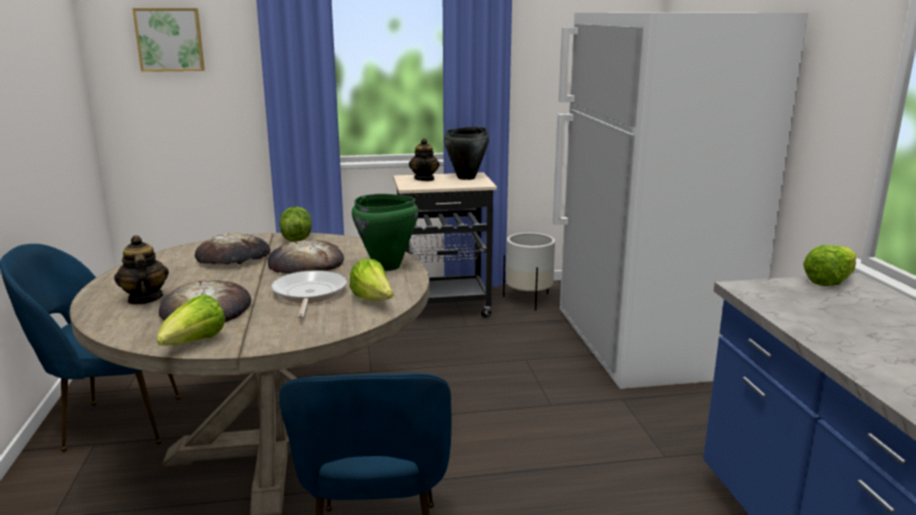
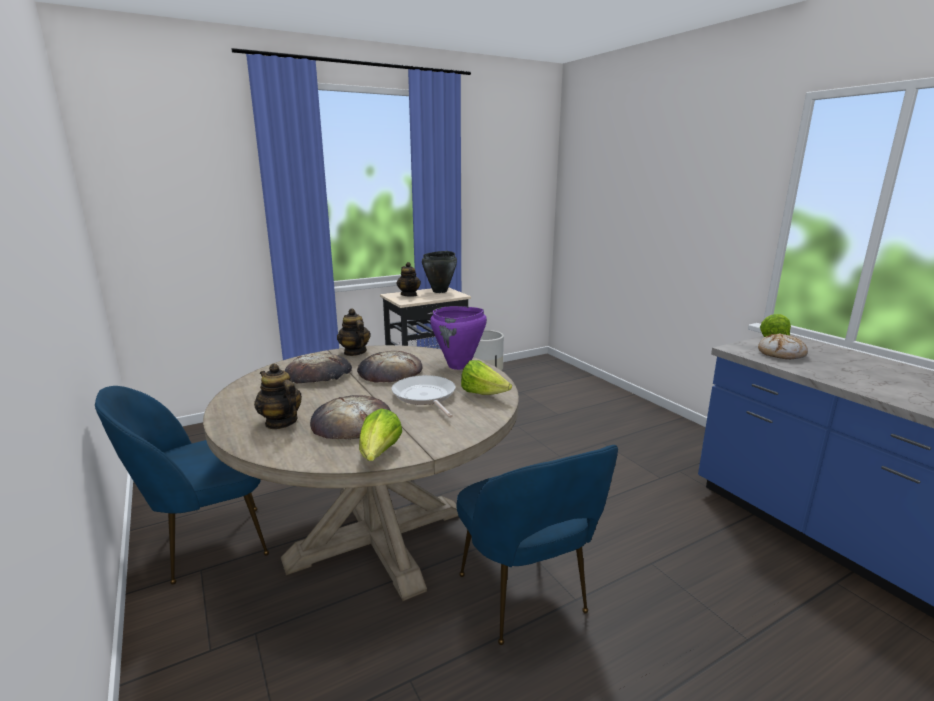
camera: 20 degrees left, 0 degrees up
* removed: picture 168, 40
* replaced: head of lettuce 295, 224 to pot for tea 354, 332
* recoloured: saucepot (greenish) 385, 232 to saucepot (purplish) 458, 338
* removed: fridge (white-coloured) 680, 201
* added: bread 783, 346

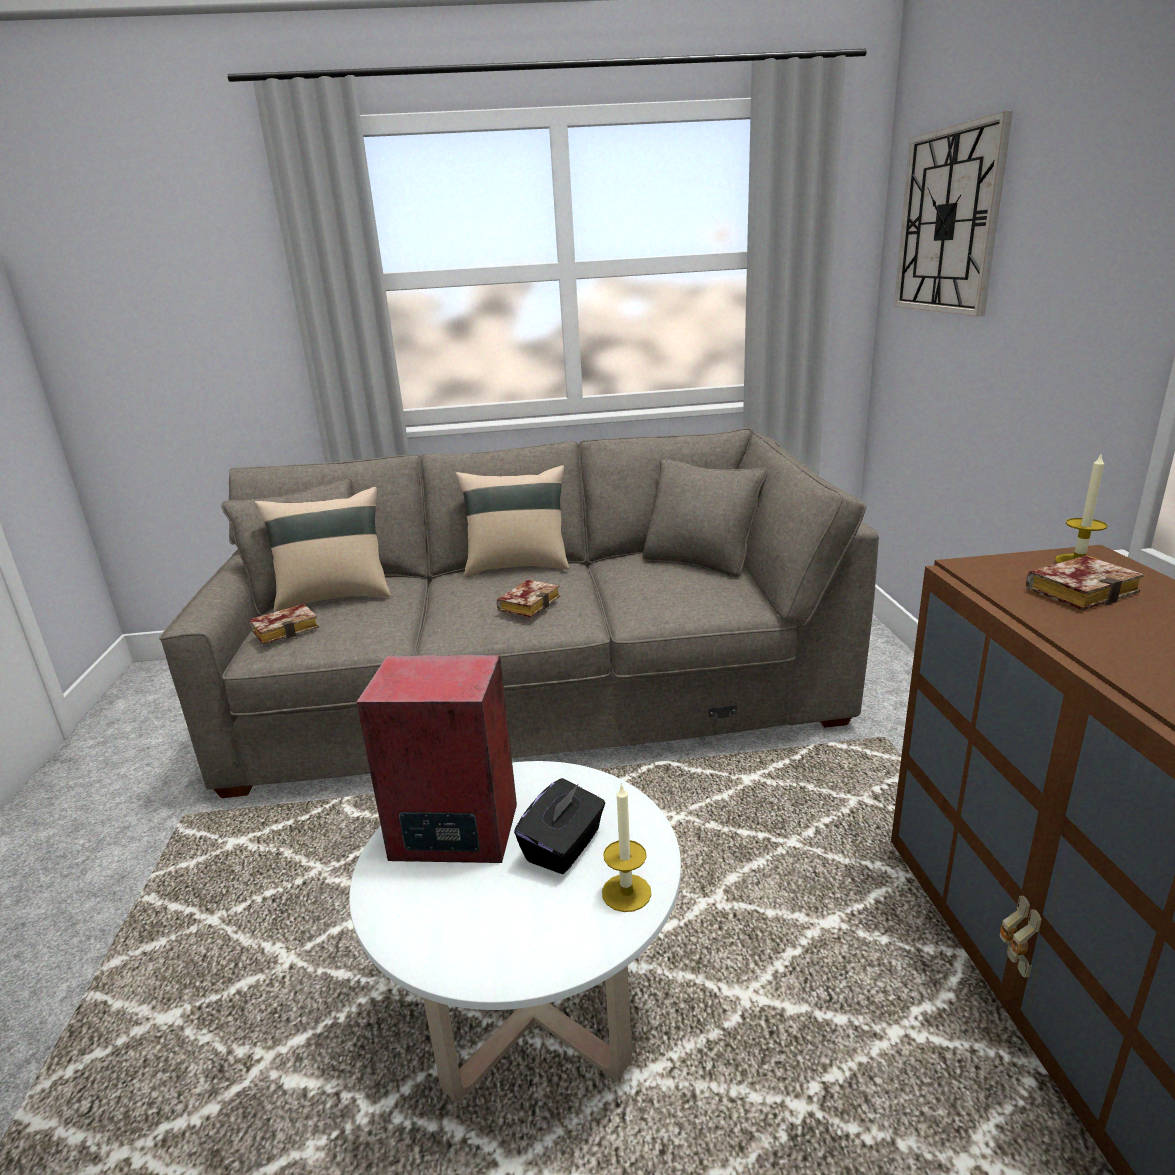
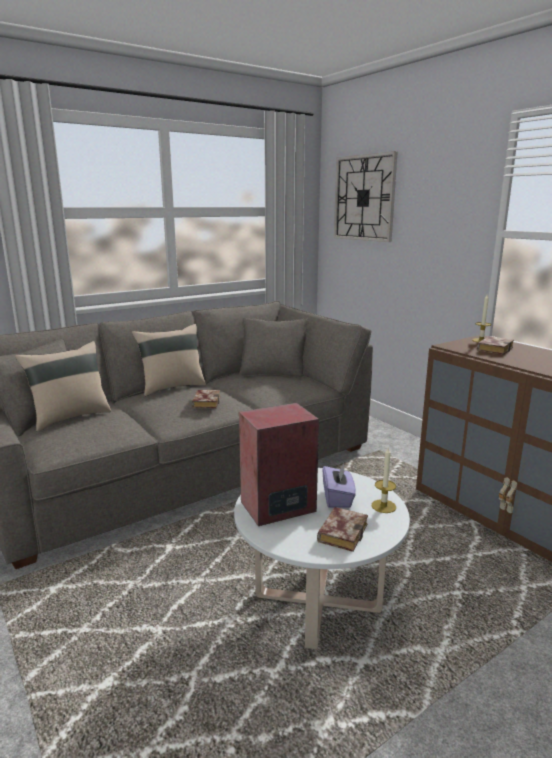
camera: 30 degrees left, 5 degrees down
* moved: volume 284, 624 to 342, 529
* recoloured: tissue box (black) 559, 826 to tissue box (purplish) 339, 485

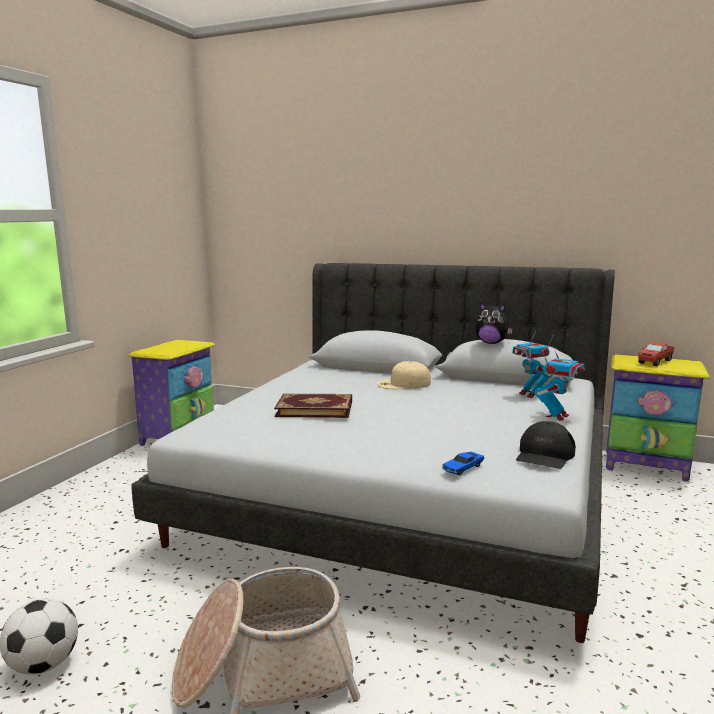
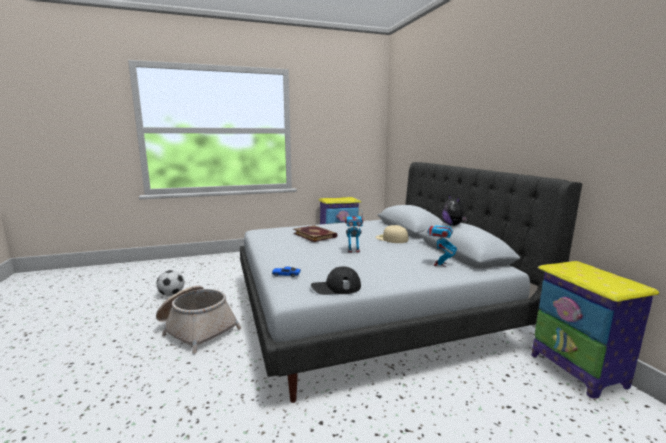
camera: 50 degrees right, 0 degrees up
* moved: toy robot 559, 383 to 354, 230
* removed: toy truck 656, 354

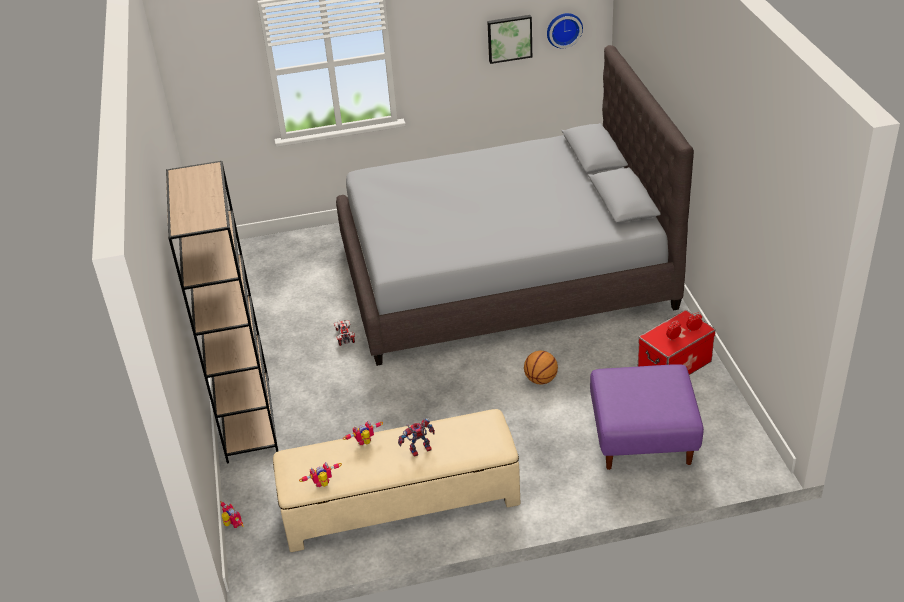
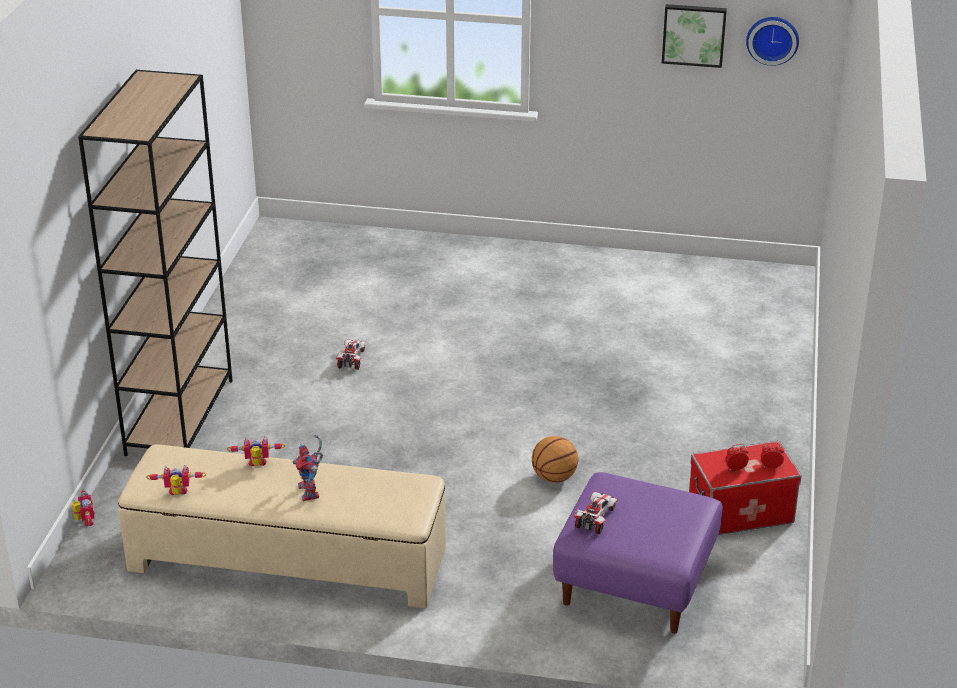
camera: 20 degrees right, 5 degrees down
* removed: bed (greyish) 515, 205
* turned: toy robot 416, 437 = 308, 468 105 degrees counterclockwise
* added: model car 596, 513

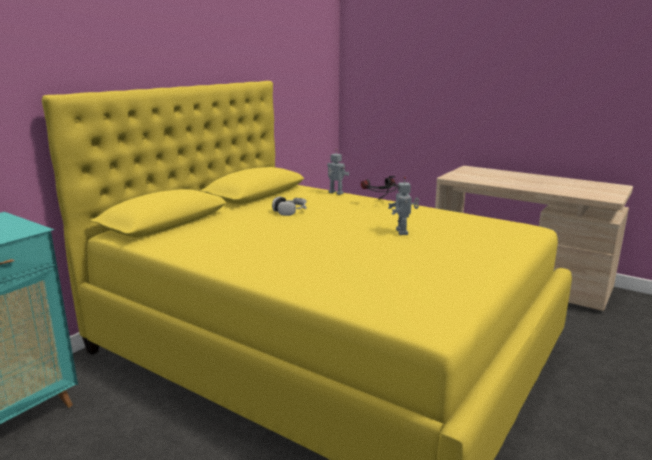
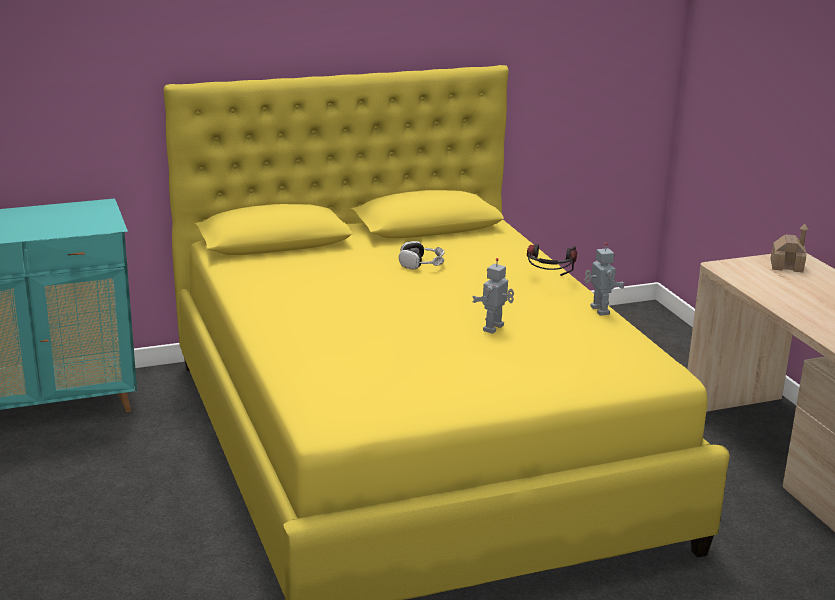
camera: 35 degrees right, 5 degrees up
* moved: toy robot 338, 172 to 604, 279
* added: miniature house 789, 248

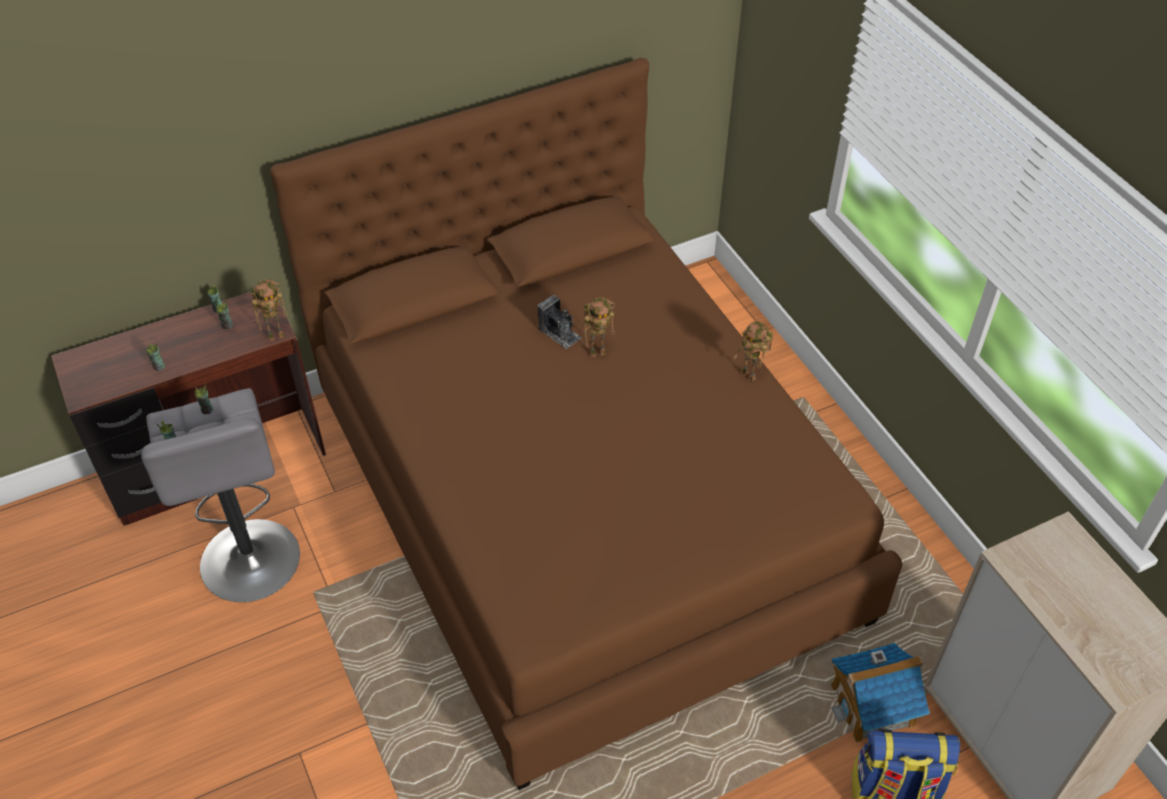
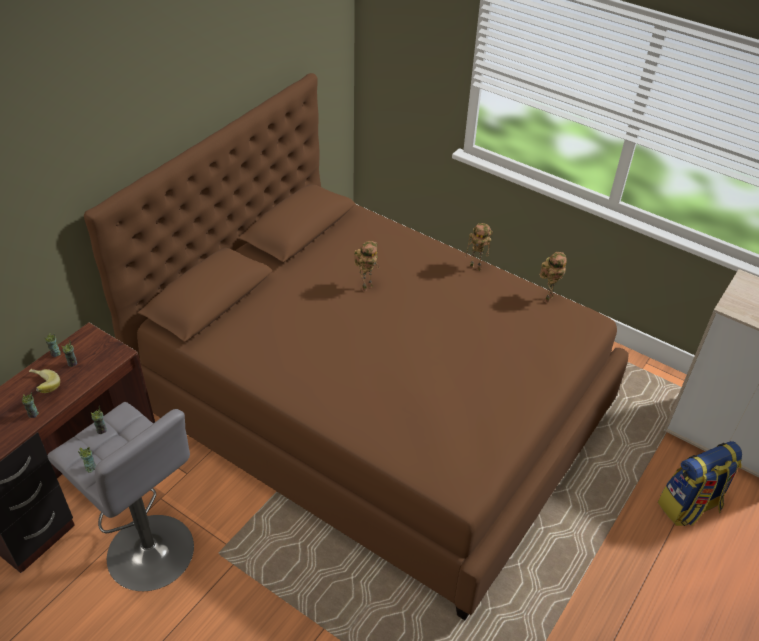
camera: 30 degrees left, 5 degrees down
* moved: toy robot 269, 310 to 553, 277
* removed: photo camera 559, 322
* removed: miniature house 880, 693
* added: banana fruit 44, 381

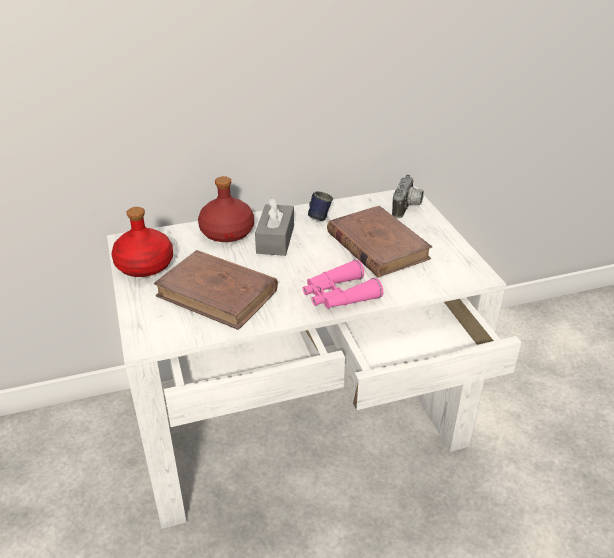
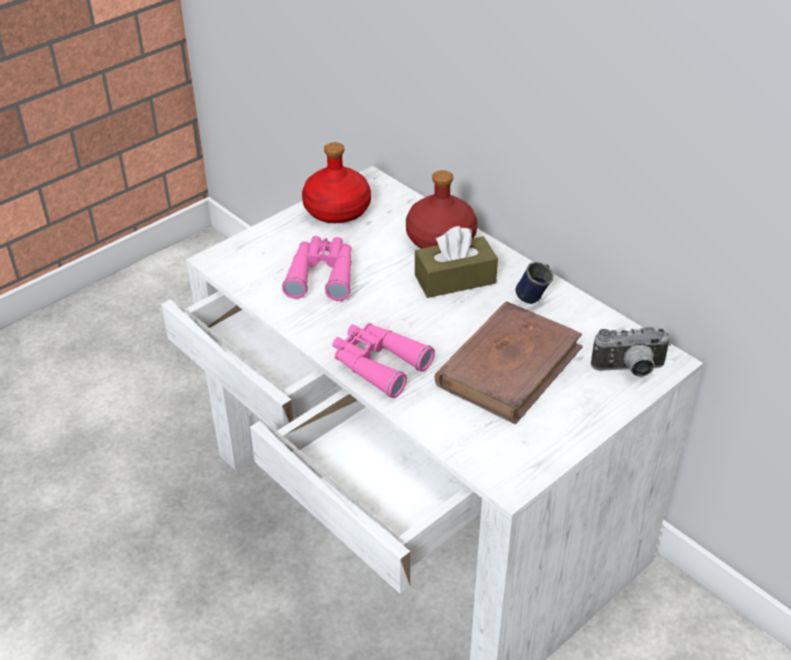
camera: 65 degrees right, 5 degrees up
* replaced: volume (brown) 216, 290 to pair of binoculars (pink) 317, 268
* recoloured: tissue box (greyish) 274, 226 to tissue box (brown) 456, 262

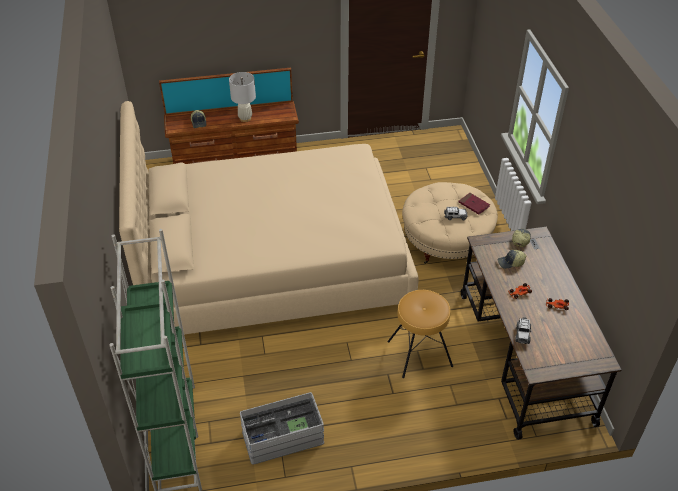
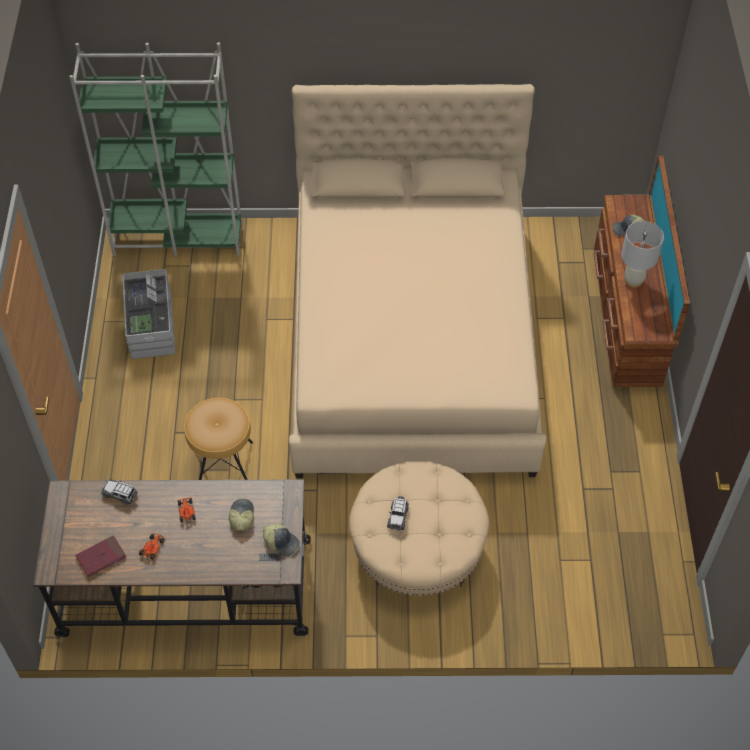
camera: 100 degrees right, 10 degrees up
* moved: volume (red) 474, 204 to 100, 556

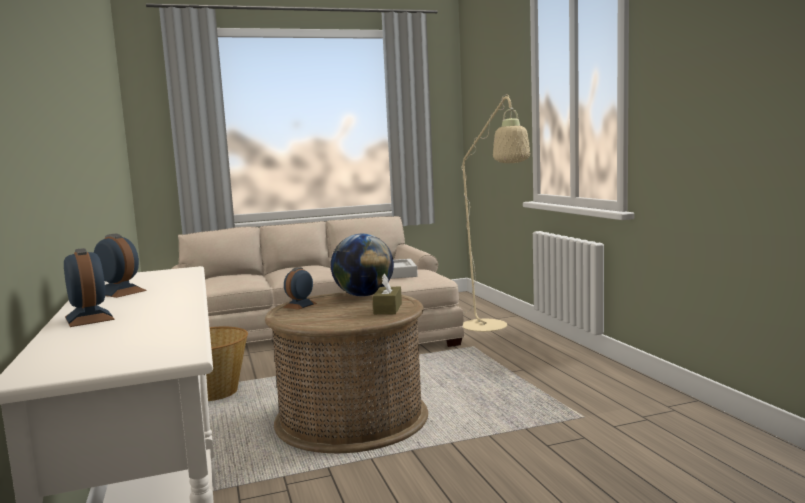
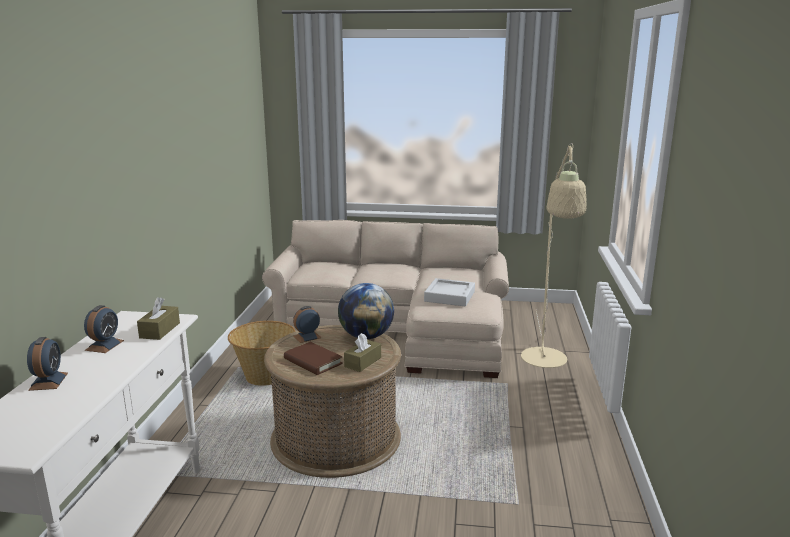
camera: 25 degrees right, 10 degrees up
* turned: bedside clock 120, 266 = 104, 329 45 degrees clockwise
* added: tissue box (brown) 158, 318
* added: volume (brown) 313, 358

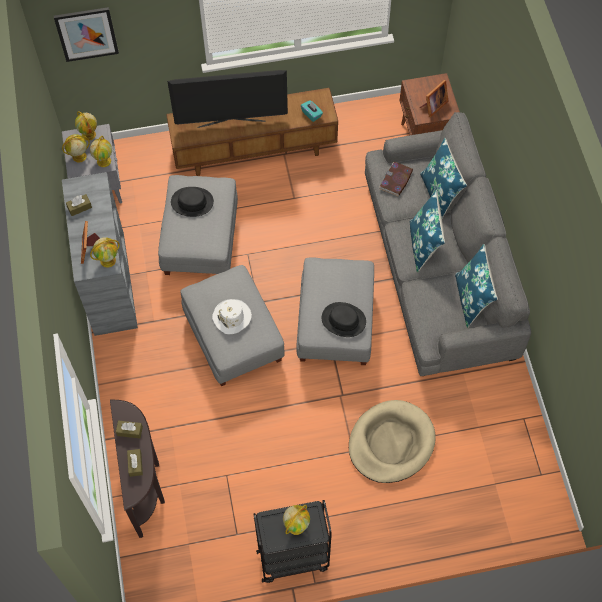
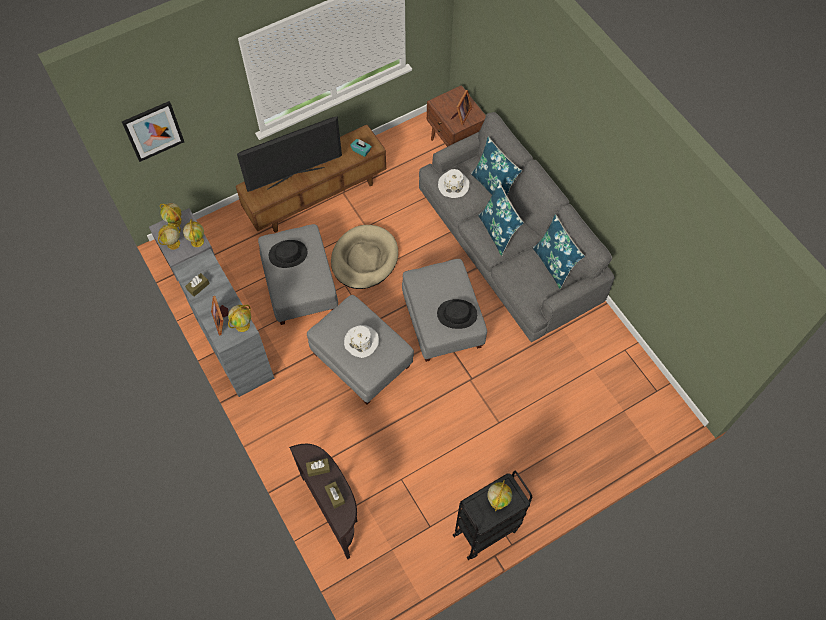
camera: 20 degrees left, 0 degrees up
* moved: dog bed (beige-coloured) 392, 441 to 364, 257
* replaced: volume 396, 179 to wearable hat (white-coloured) 453, 183

